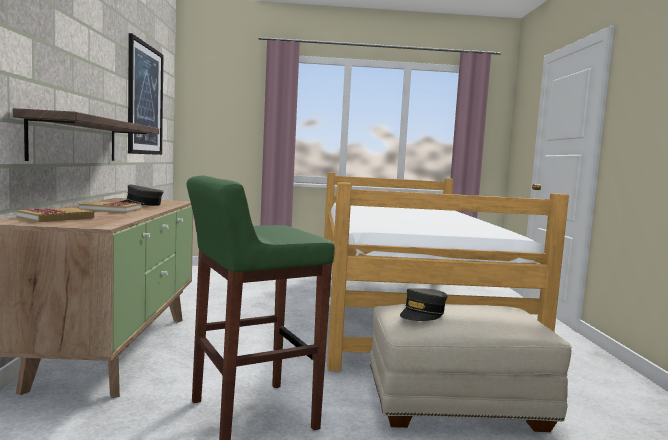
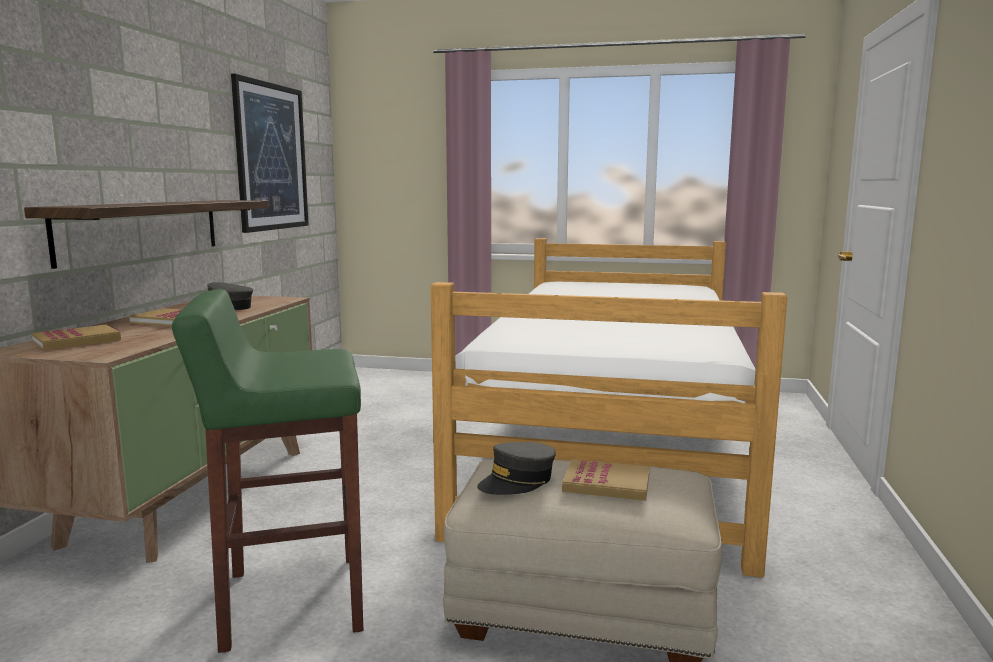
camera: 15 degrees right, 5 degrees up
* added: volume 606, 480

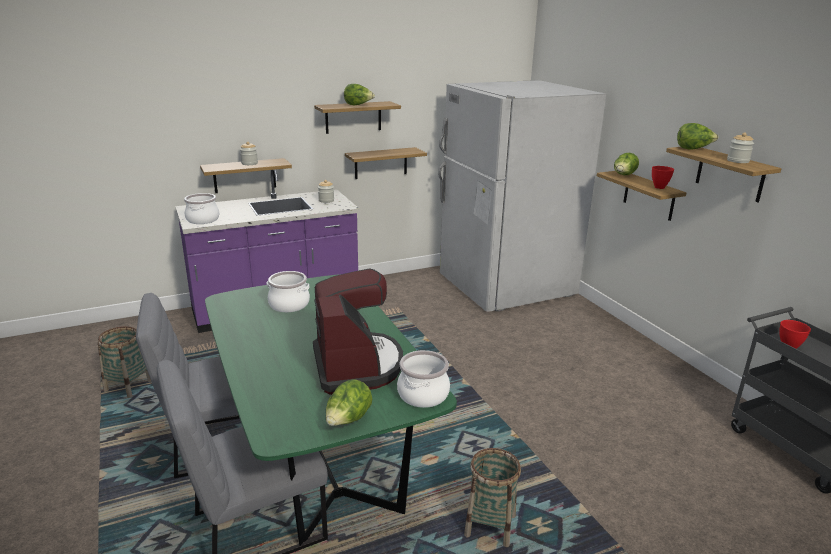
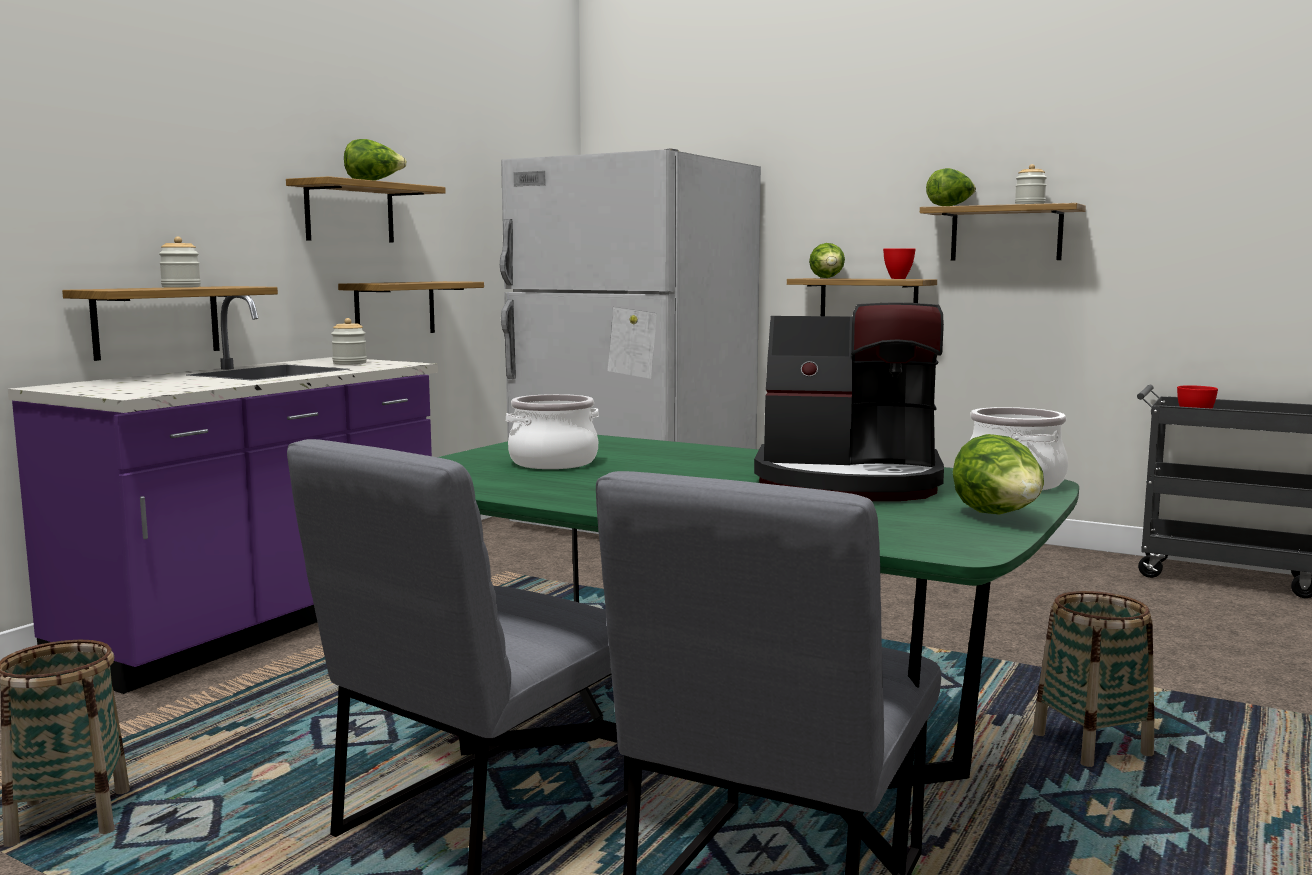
camera: 35 degrees left, 15 degrees down
* removed: saucepot 201, 208
* turned: coffee brewer 358, 331 = 849, 402 150 degrees clockwise

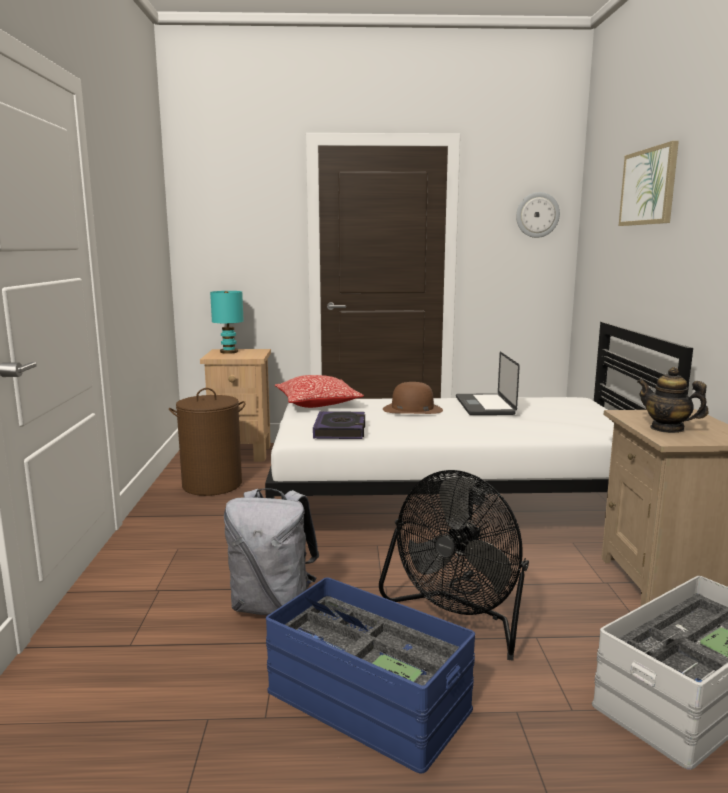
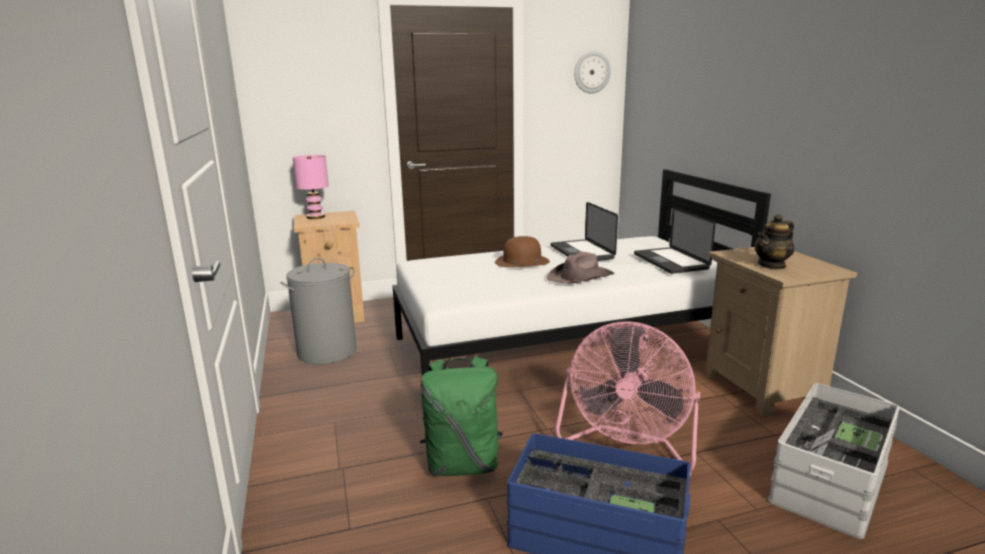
camera: 15 degrees left, 5 degrees up
* recoloured: washing basket (brown) 207, 442 to washing basket (greyish) 318, 311
* recoloured: tabletop lamp (blue-green) 227, 322 to tabletop lamp (pink) 311, 187
* recoloured: backpack (greyish) 271, 551 to backpack (greenish) 461, 416
* removed: throw pillow 319, 391
* removed: volume 339, 425
* recoloured: electric fan (black) 454, 565 to electric fan (pink) 627, 398
* removed: picture 649, 183
* turned: pot for tea 673, 400 = 774, 242 60 degrees counterclockwise
* added: wearable hat (brown) 580, 268
* added: portable computer 675, 241

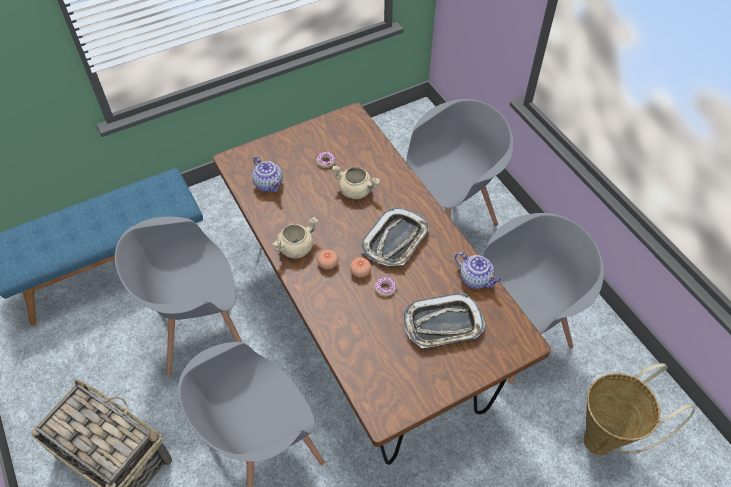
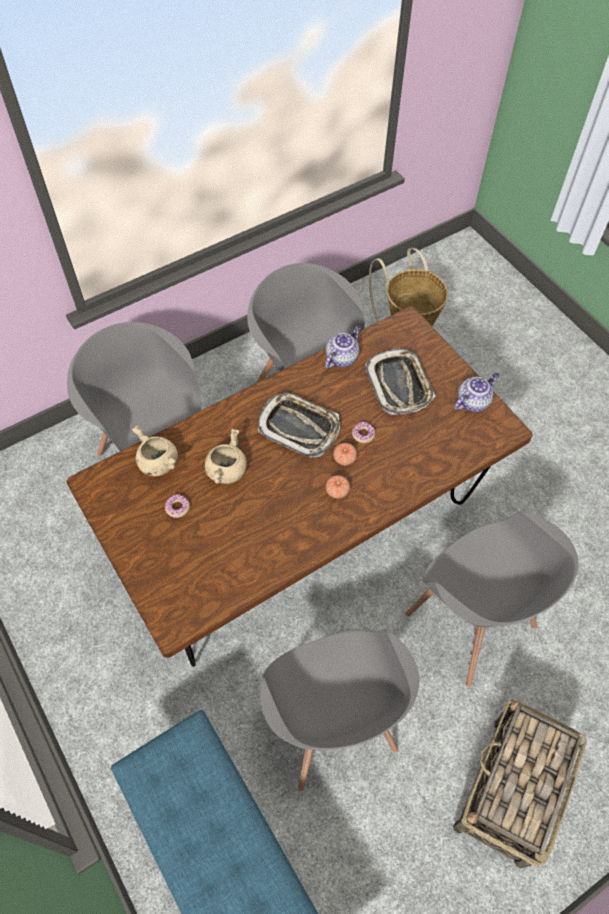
camera: 95 degrees left, 5 degrees up
* moved: pot for tea 267, 174 to 476, 392
* moved: saucepot (beige-coloured) 295, 238 to 155, 451

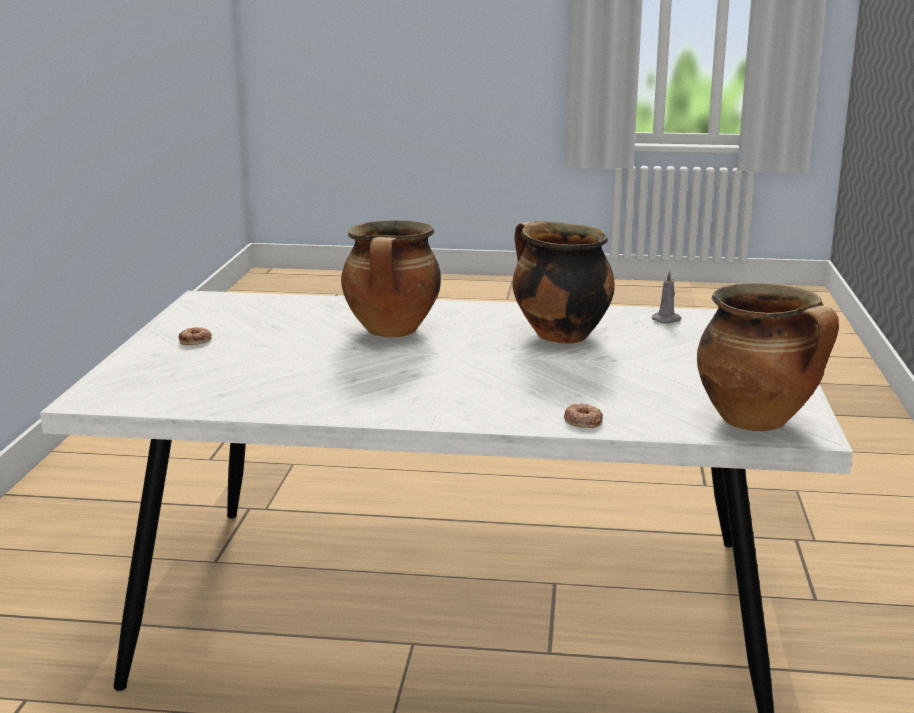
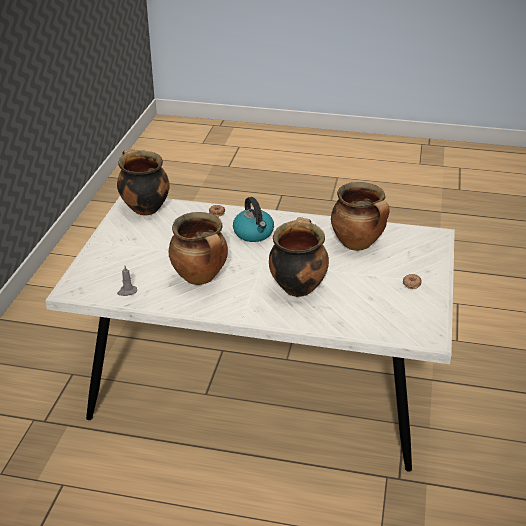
camera: 175 degrees left, 15 degrees up
* added: kettle 253, 219
* added: saucepot 360, 216

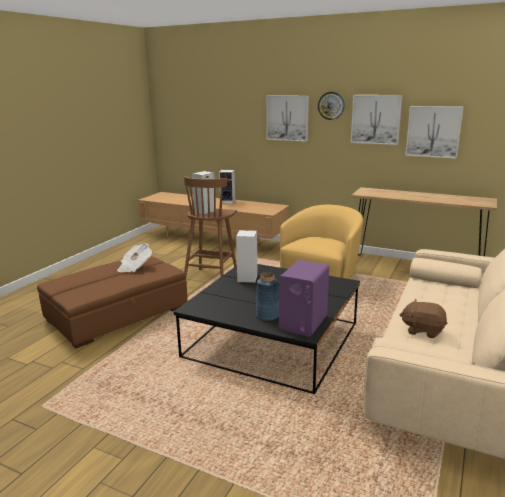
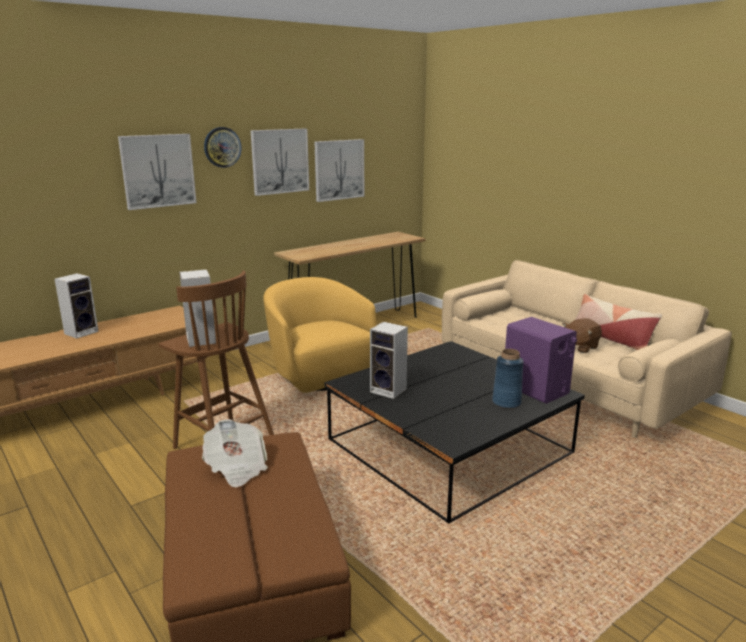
camera: 65 degrees left, 0 degrees up
* added: throw pillow 618, 322

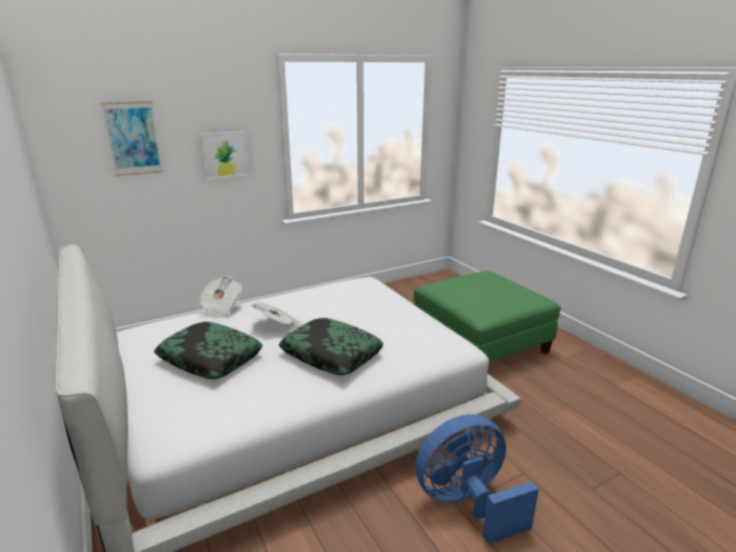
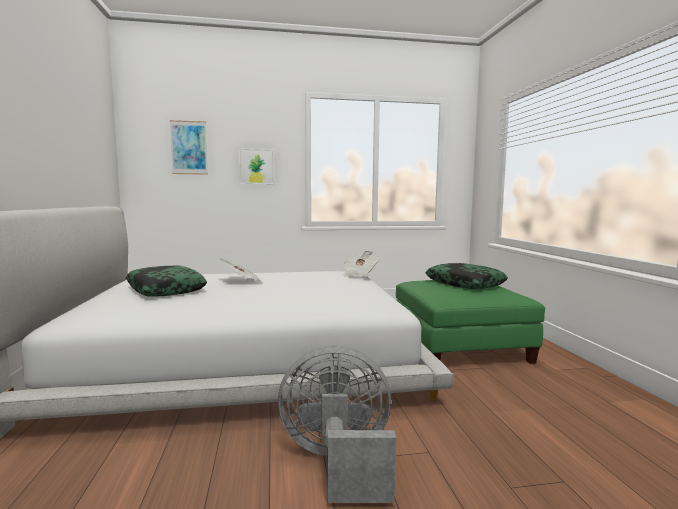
camera: 20 degrees right, 15 degrees down
* moved: daily paper 220, 297 to 362, 263
* moved: throw pillow 331, 346 to 467, 276
* recoloured: electric fan (blue) 477, 479 to electric fan (greyish) 337, 424

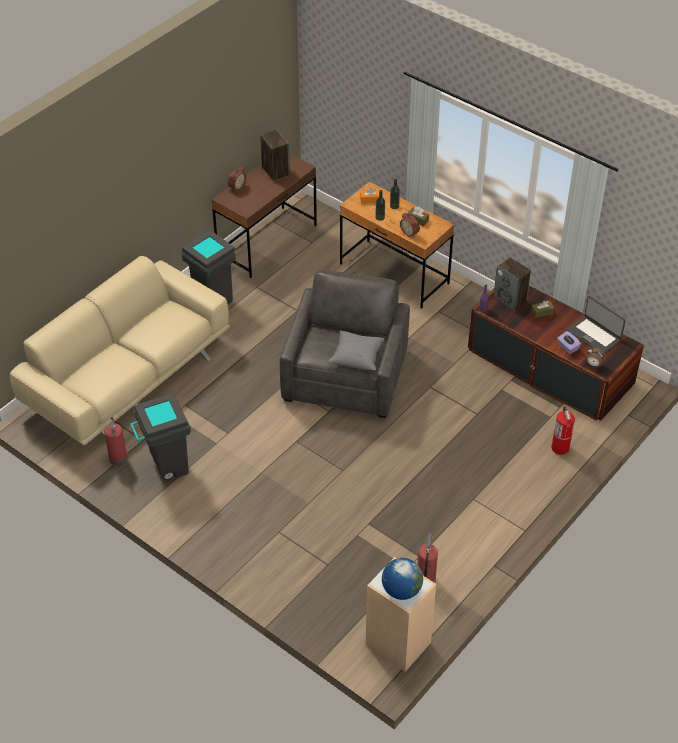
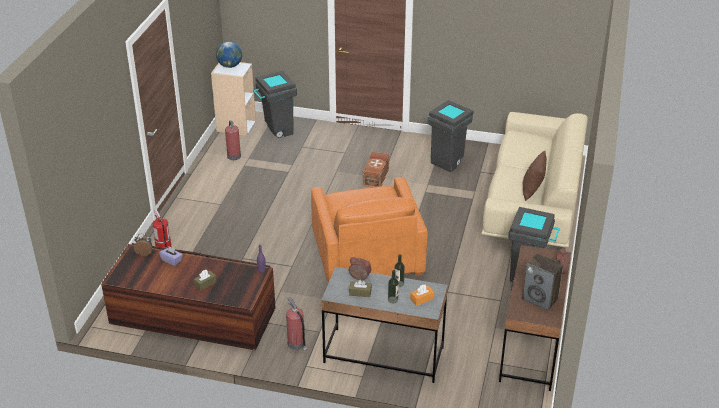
camera: 155 degrees right, 10 degrees down
* moved: fire-fighting cylinder 116, 441 to 296, 324
* recoloured: lounge chair (greyish) 345, 344 to lounge chair (orangey) 369, 230
* removed: throw pillow (greyish) 356, 350
* recoloured: desk (brown) 397, 245 to desk (greyish) 384, 325
* removed: audio speaker 512, 285
* removed: portable computer 596, 324
* added: trash can (greyish) 275, 104
* added: storage bin (brown) 376, 169
* added: throw pillow (brown) 535, 176

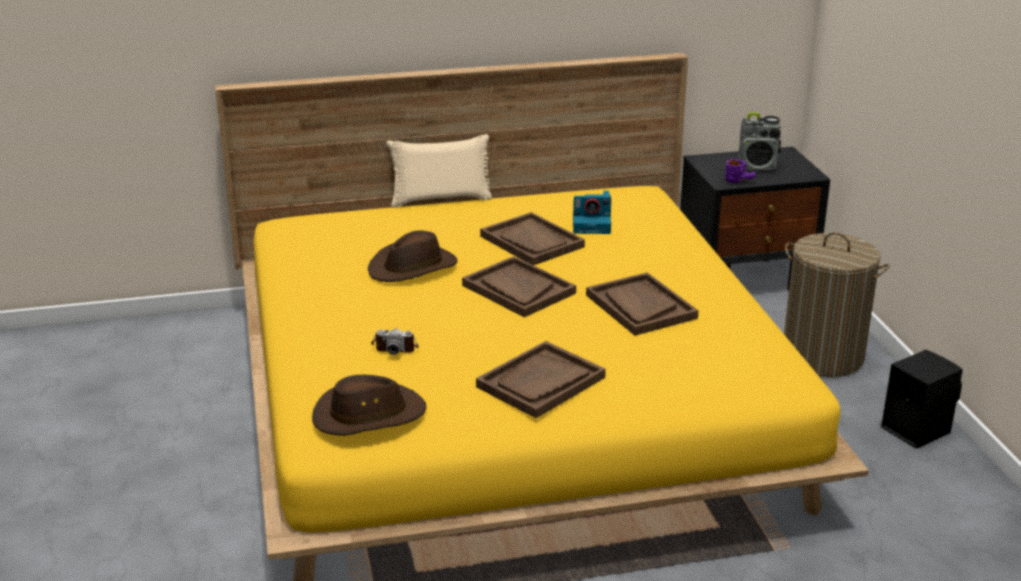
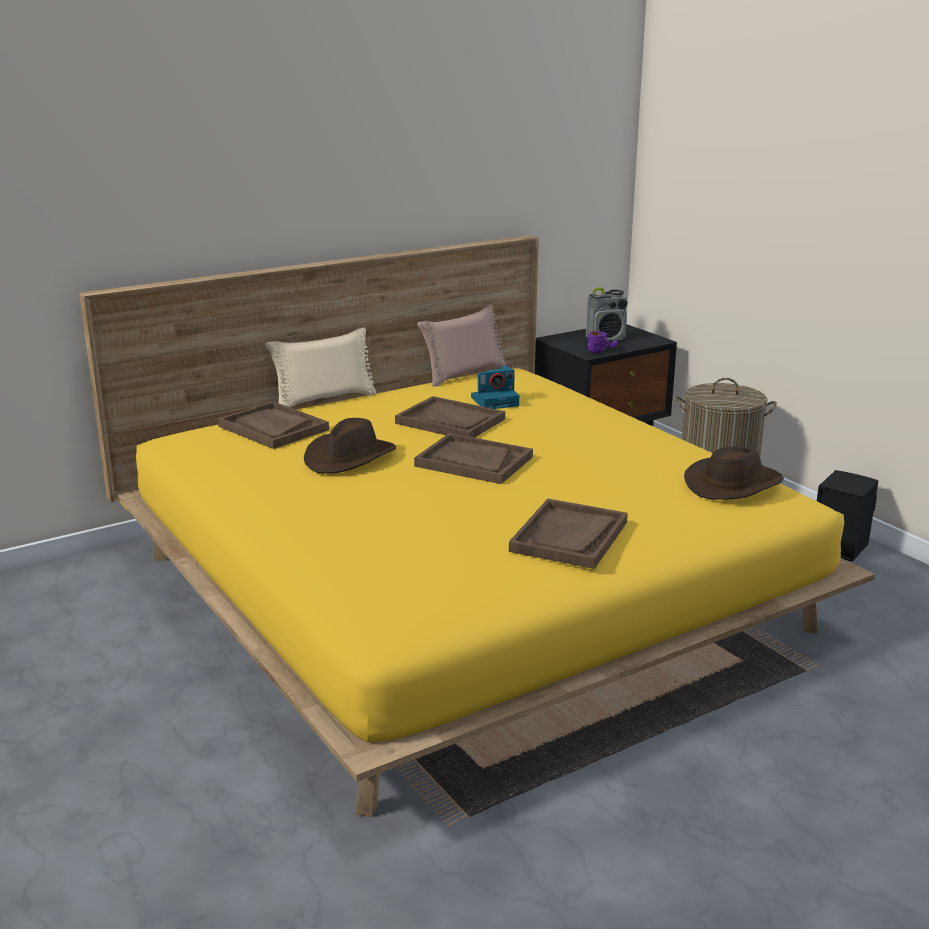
camera: 20 degrees left, 5 degrees down
* moved: wearable hat (brown) 369, 405 to 734, 473
* removed: photo camera 395, 341
* moved: carrying tray (brown) 642, 304 to 273, 425
* added: throw pillow (beige-coloured) 461, 346

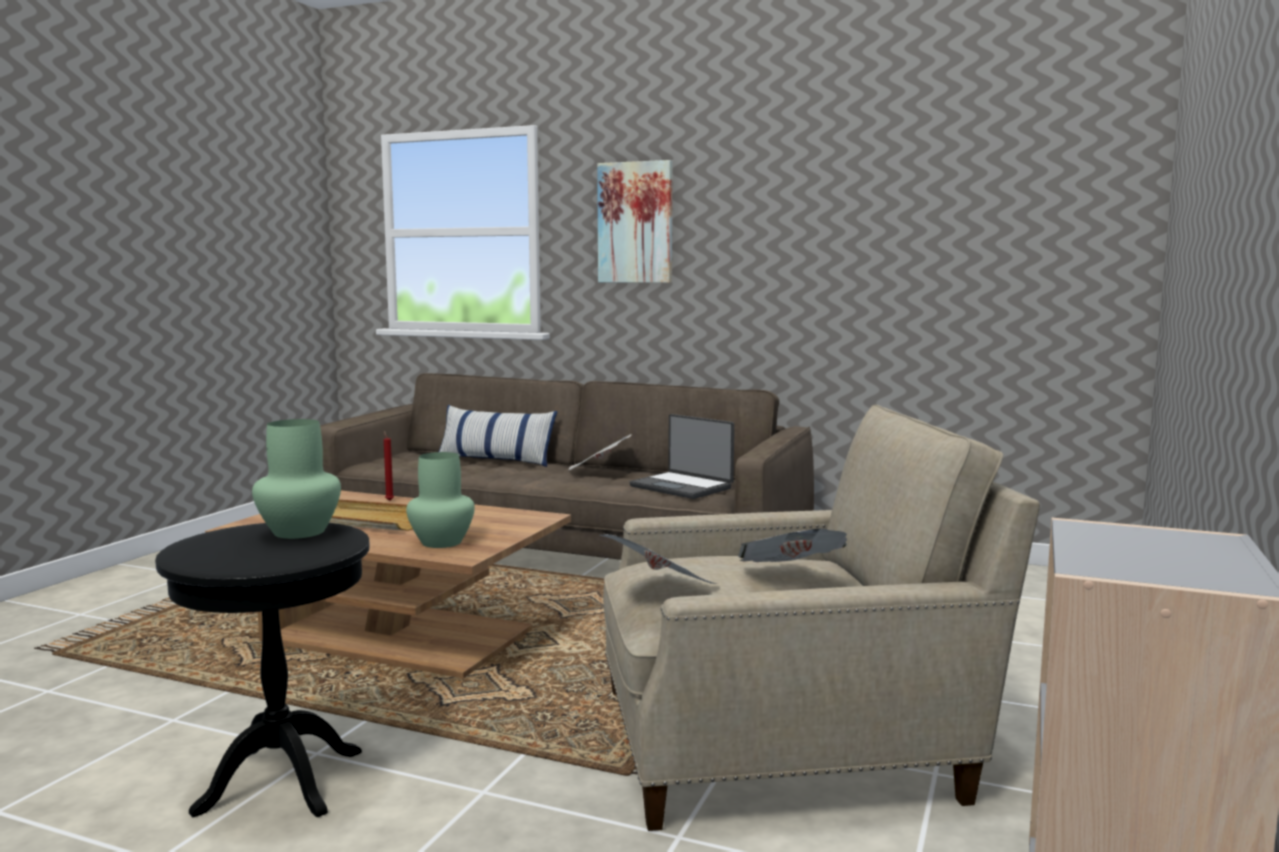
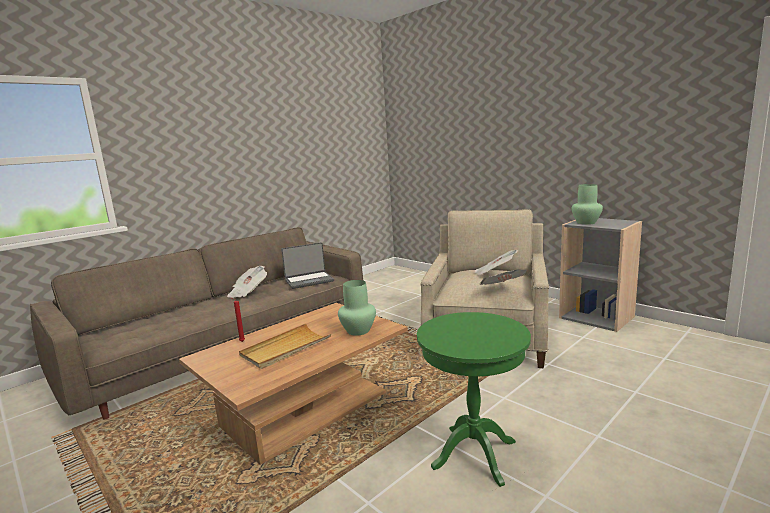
camera: 65 degrees left, 5 degrees up
* recoloured: accent table (black) 262, 670 to accent table (greenish) 474, 399
* moved: decorative vase (greenish) 296, 479 to 587, 204
* removed: throw pillow 498, 436
* removed: picture 634, 221

